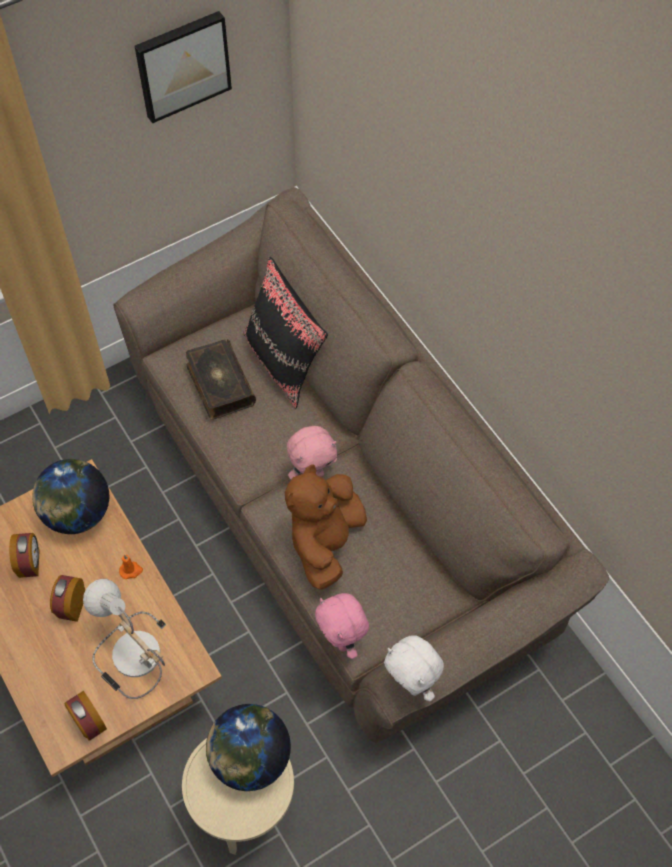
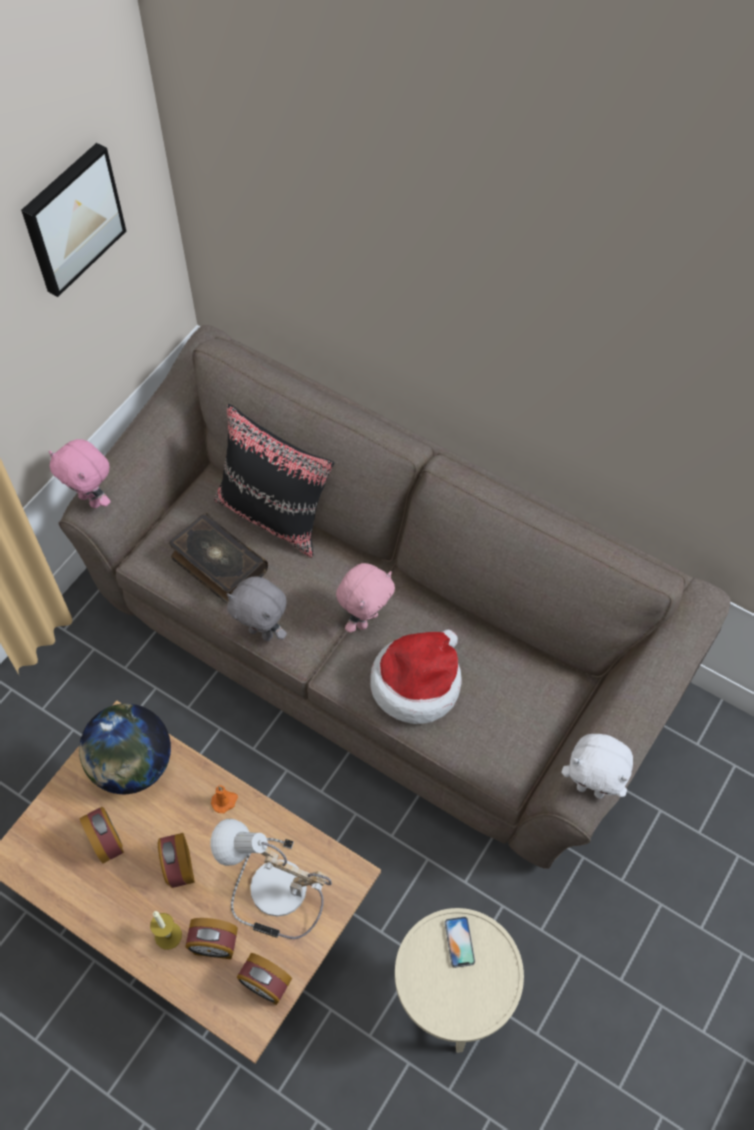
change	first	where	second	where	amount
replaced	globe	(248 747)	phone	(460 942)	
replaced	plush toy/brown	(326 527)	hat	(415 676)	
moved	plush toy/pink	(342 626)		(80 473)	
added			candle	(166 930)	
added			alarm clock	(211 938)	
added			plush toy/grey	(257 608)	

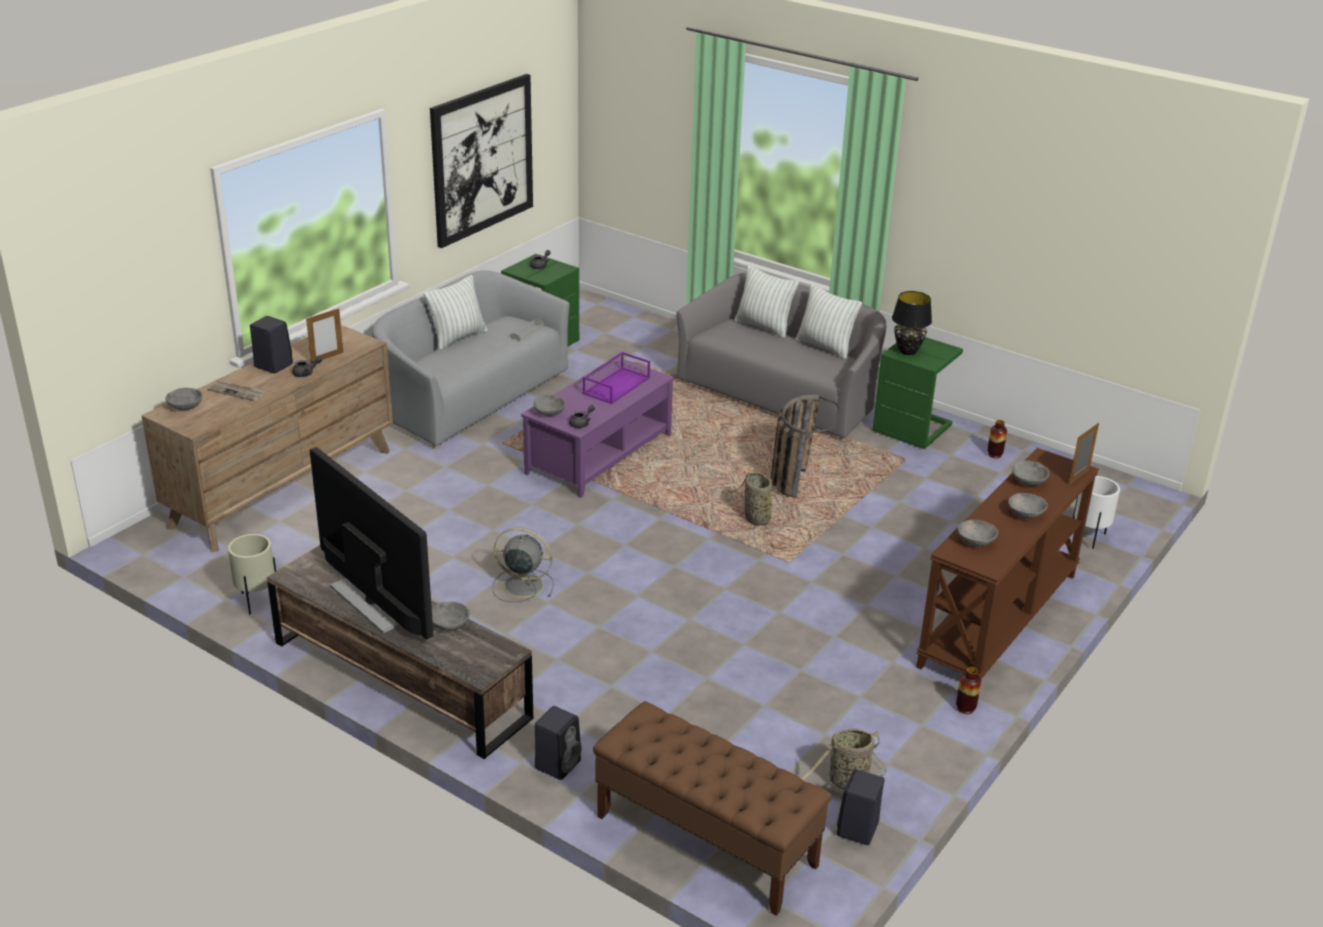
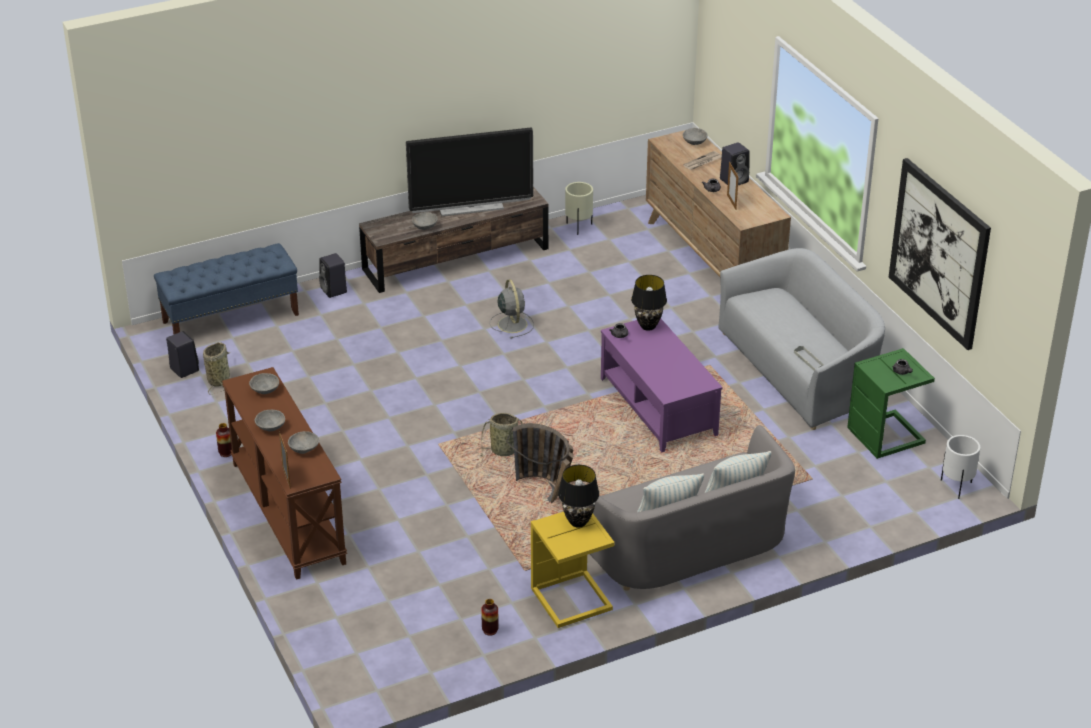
change	first	where	second	where	amount
removed	pillow	(456 312)			
turned	fan/grey	(523 565)		(512 309)	60 degrees counterclockwise
replaced	bowl/grey	(549 405)	table lamp/black	(649 303)	
removed	tray/purple	(616 378)			
recoloured	bench/brown	(712 808)	bench/blue	(226 288)	
recoloured	side table/green	(918 393)	side table/yellow	(573 570)	
moved	planter/white	(1096 512)		(960 467)	

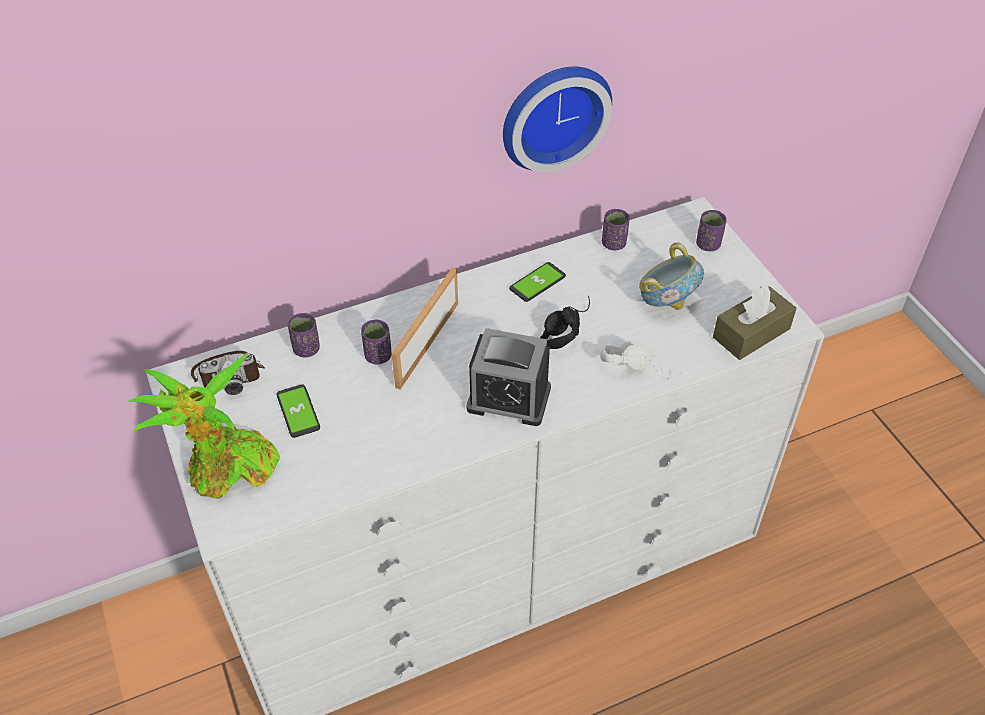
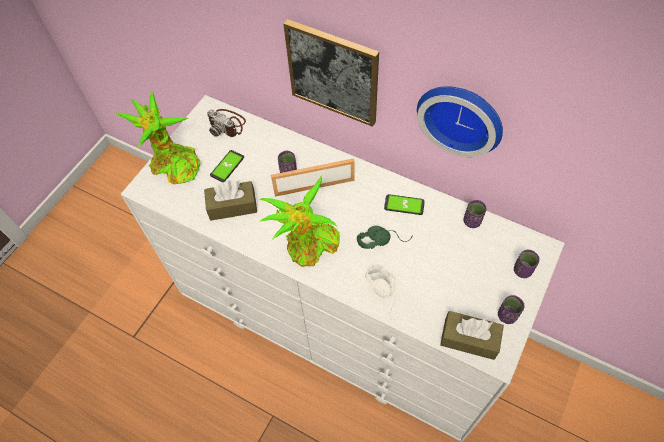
change	first	where	second	where	amount
moved	cup/purple	(304 335)		(511 309)	
replaced	alarm clock	(508 377)	potted plant	(299 221)	
recoloured	headphones/black	(565 322)	headphones/green	(385 237)	
removed	bowl	(671 276)			
added			tissue box/brown	(230 200)	
added			picture	(331 73)	

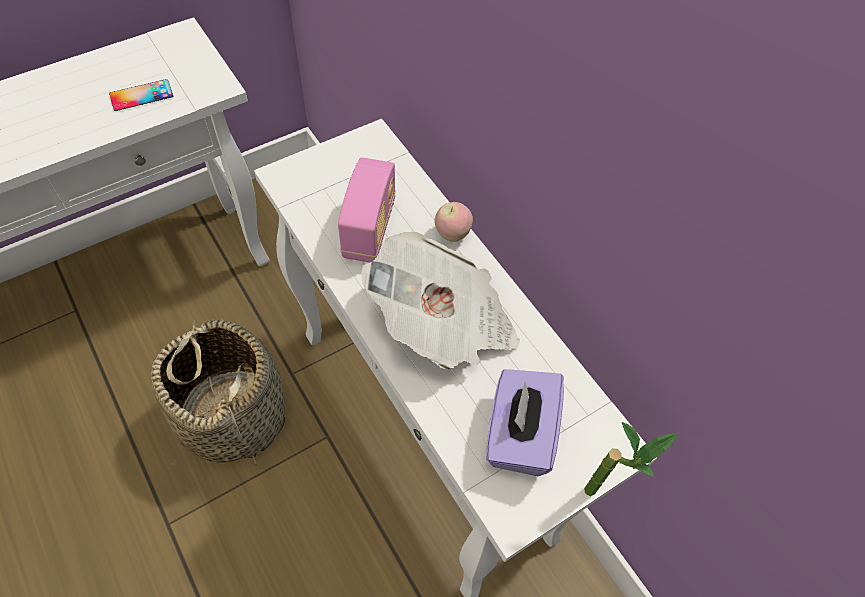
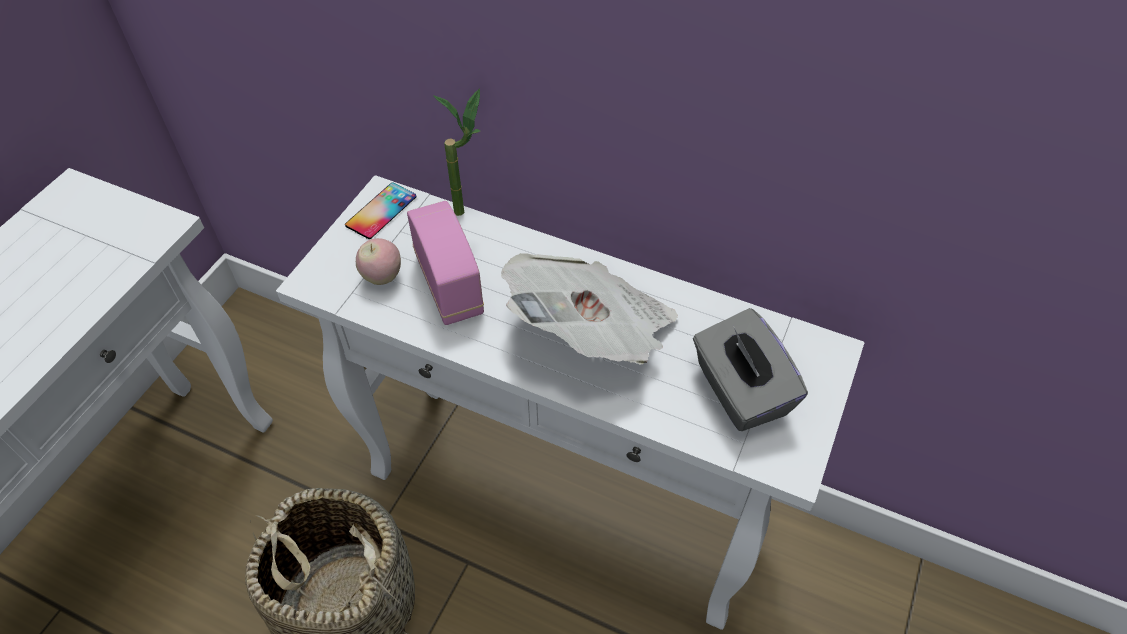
change	first	where	second	where	amount
moved	phone	(141 95)		(381 211)	
moved	apple	(453 222)		(378 261)	
recoloured	tissue box/purple	(525 422)	tissue box/grey	(750 369)	
moved	potted plant	(631 459)		(456 152)	

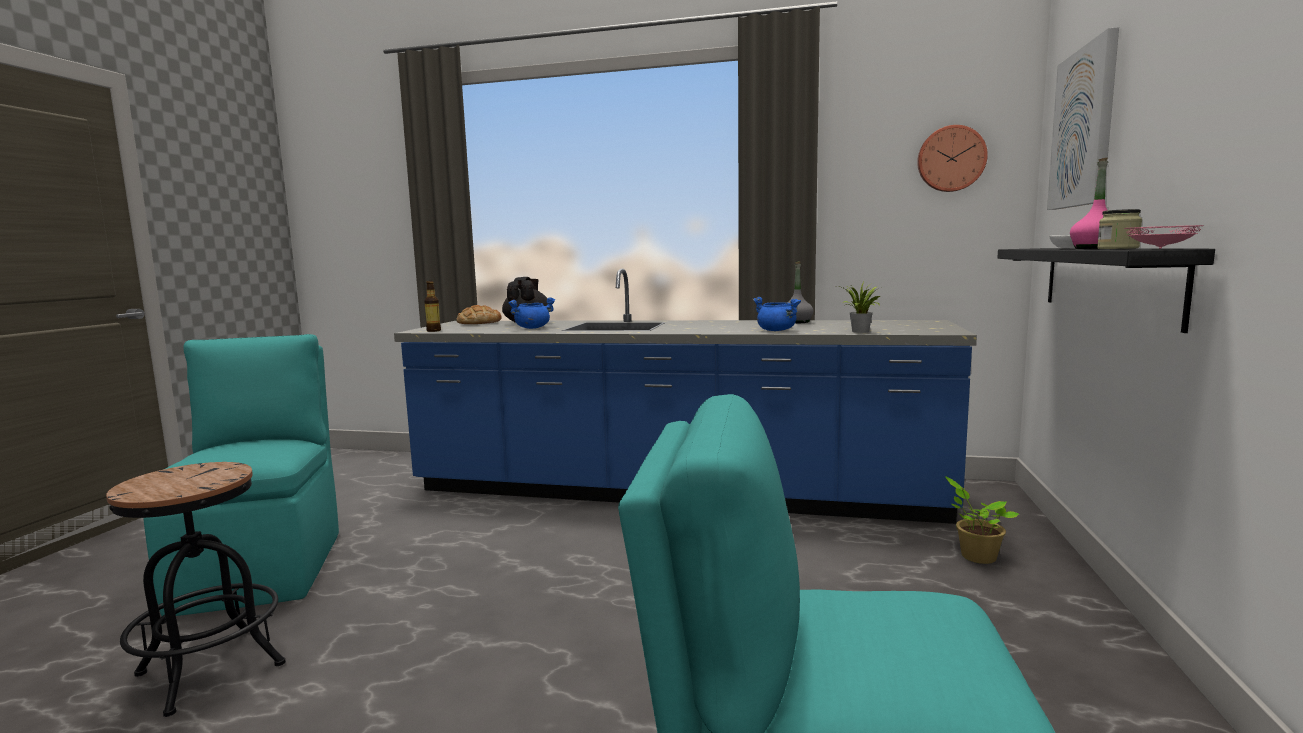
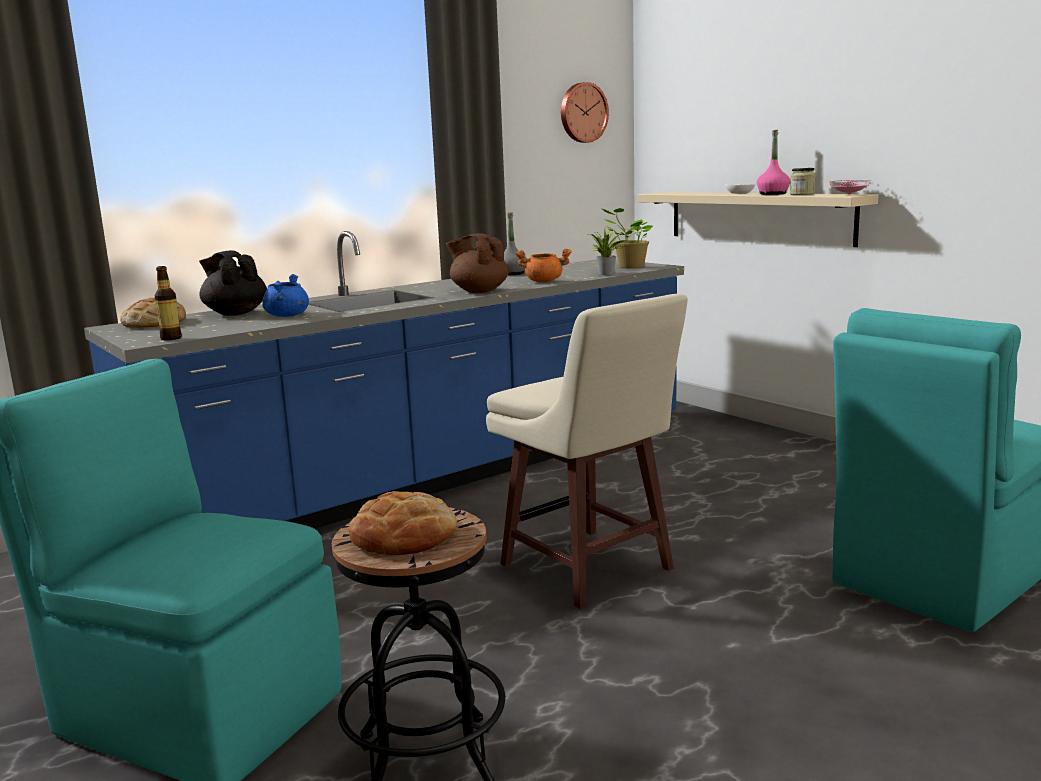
change	first	where	second	where	amount
recoloured	cooking pot/blue	(777 314)	cooking pot/orange	(544 266)	
moved	potted plant	(982 520)		(627 238)	
recoloured	shelf/black	(1106 290)	shelf/beige	(758 219)	
removed	picture	(1083 118)			
added			bread	(403 523)	
added			teapot/brown	(477 263)	
added			stool/beige	(587 451)	

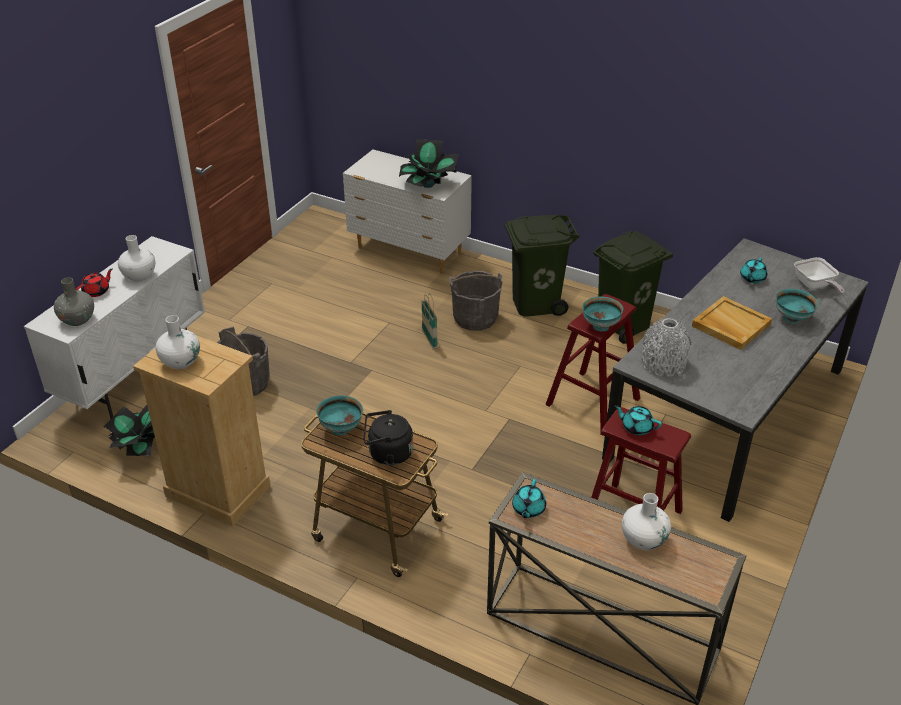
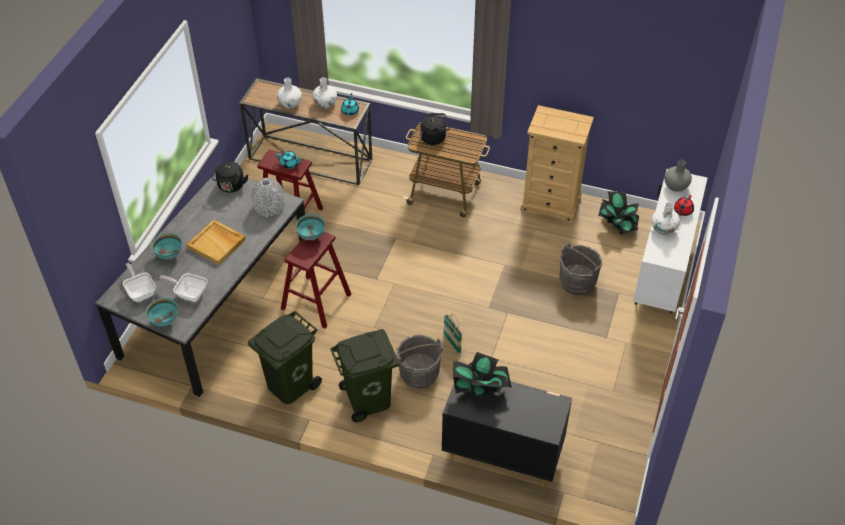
change	first	where	second	where	amount
moved	vase/white	(177 342)		(324 92)	
moved	bowl/turquoise	(339 415)		(161 312)	
recoloured	dresser/white	(407 212)	dresser/black	(507 434)	
replaced	teapot/turquoise	(753 270)	frying pan	(184 287)	
added			kettle/black	(230 177)	

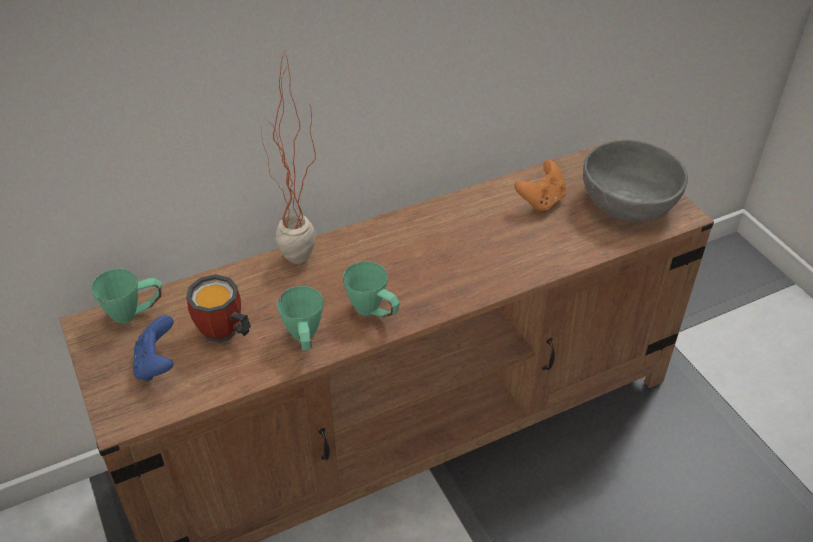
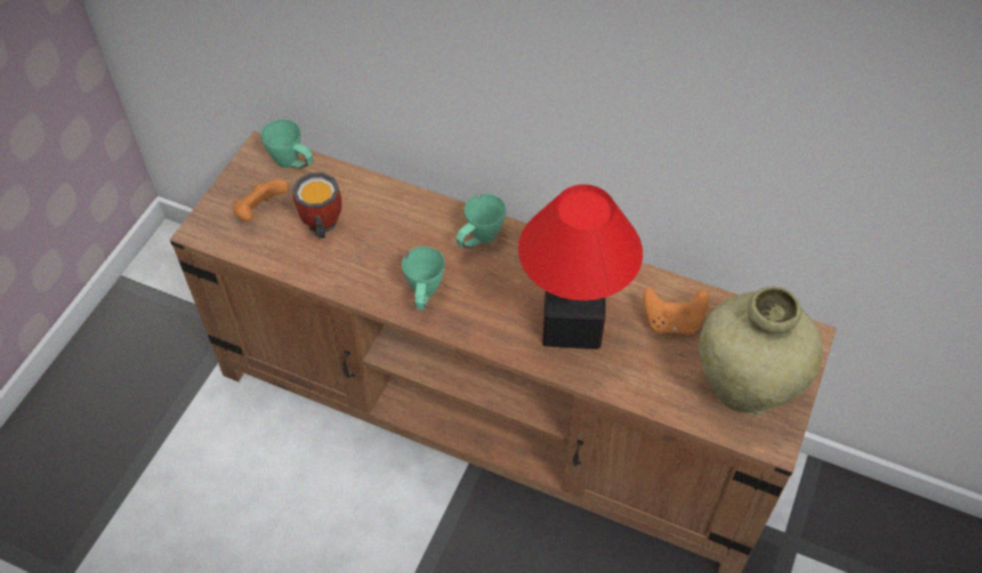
change	first	where	second	where	amount
recoloured	game controller/blue	(153 348)	game controller/orange	(261 200)	
removed	potted plant	(288 159)			
moved	mug/green	(300 318)		(481 221)	
replaced	bowl/grey	(635 180)	vase/beige	(761 351)	
added			table lamp	(580 266)	

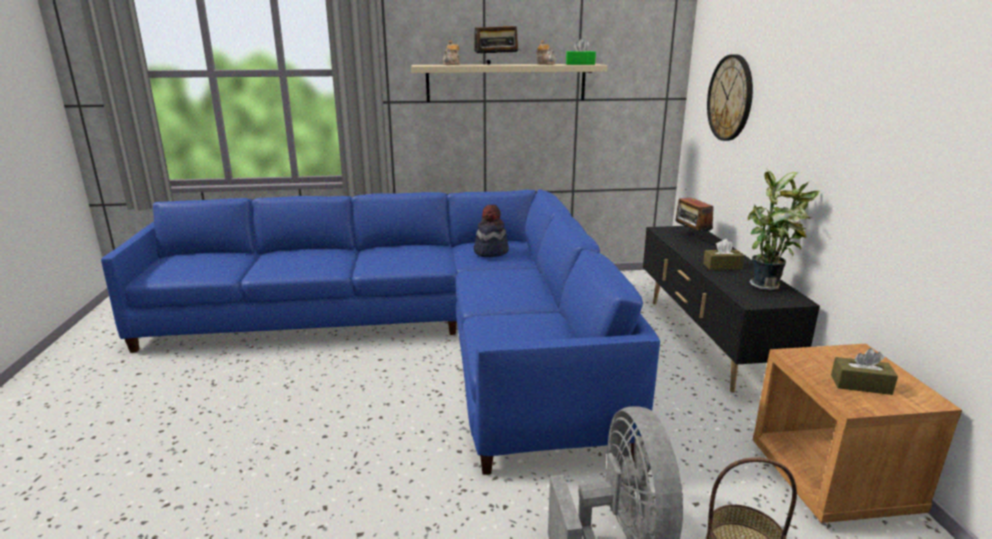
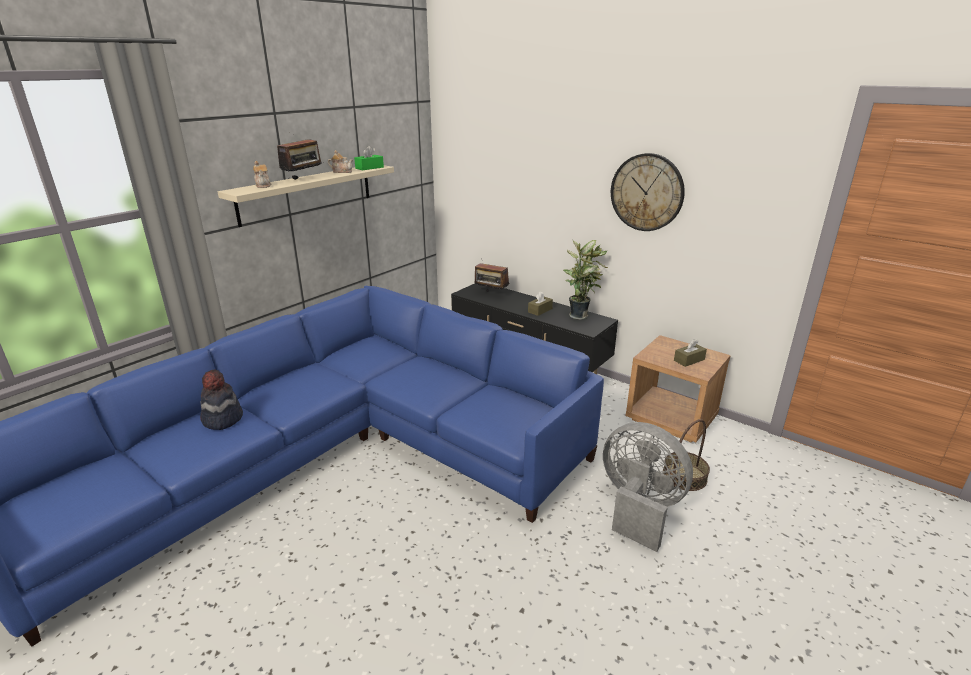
change	first	where	second	where	amount
moved	hat	(491 230)		(221 400)	
moved	wall clock	(730 97)		(648 192)	

